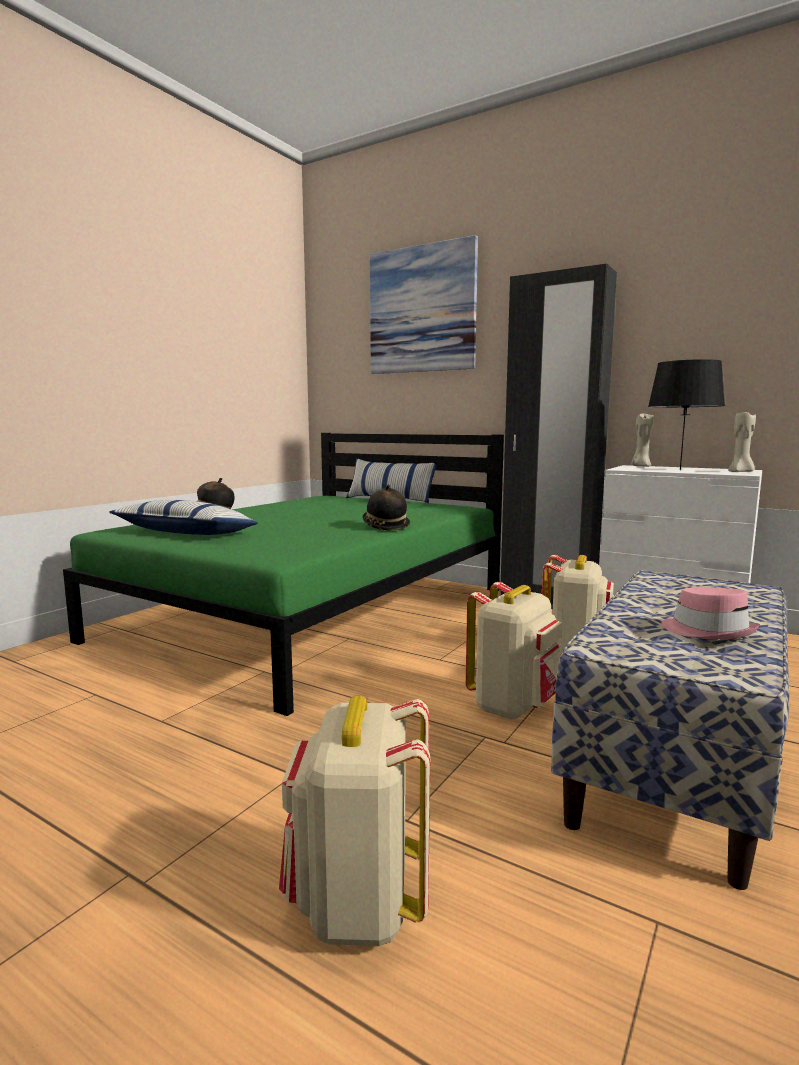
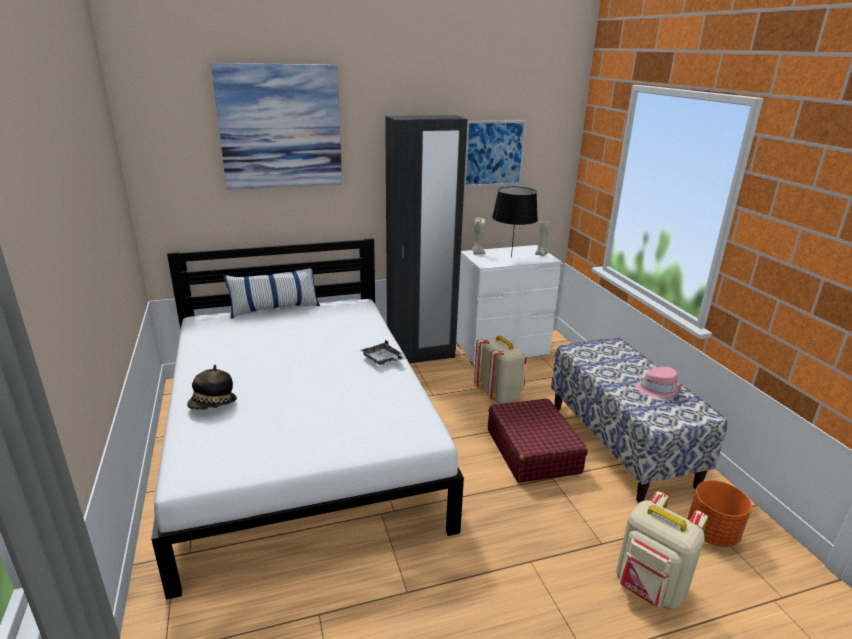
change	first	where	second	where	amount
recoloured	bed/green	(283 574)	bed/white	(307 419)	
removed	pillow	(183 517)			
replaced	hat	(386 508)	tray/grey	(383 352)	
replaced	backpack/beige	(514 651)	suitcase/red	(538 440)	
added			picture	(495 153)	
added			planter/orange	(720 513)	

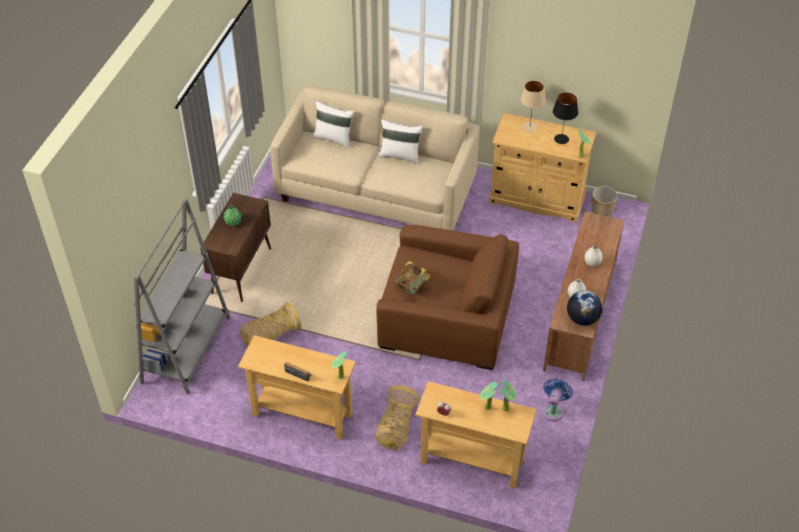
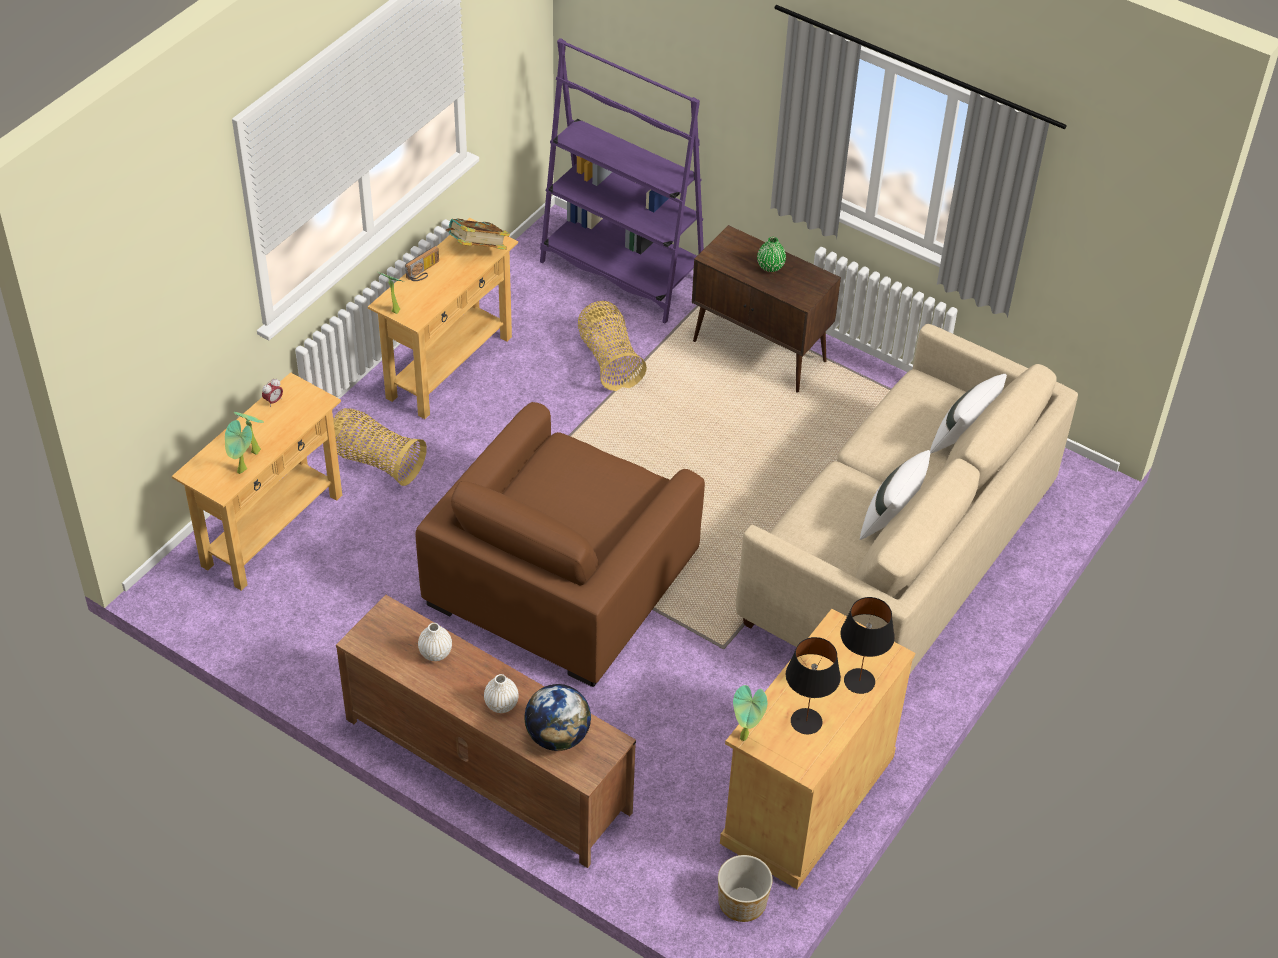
change	first	where	second	where	amount
recoloured	bookcase/grey	(182 296)	bookcase/purple	(622 180)	
moved	book	(412 277)		(477 234)	
recoloured	table lamp/beige	(533 106)	table lamp/black	(867 645)	
removed	fan/blue	(557 400)			
moved	globe	(585 308)		(557 717)	

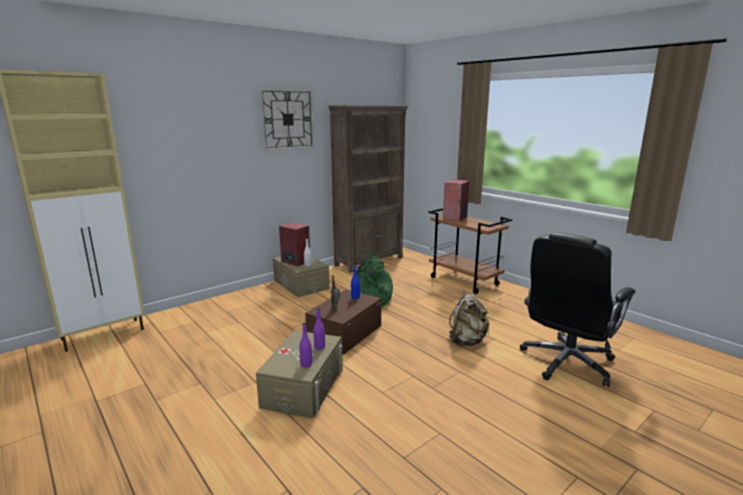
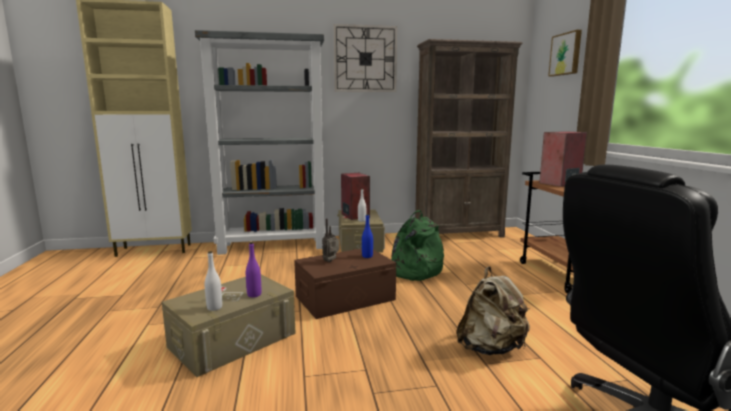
change	first	where	second	where	amount
recoloured	bottle/purple	(305 345)	bottle/white	(213 281)	
added			bookcase/grey	(260 142)	
added			picture	(565 53)	

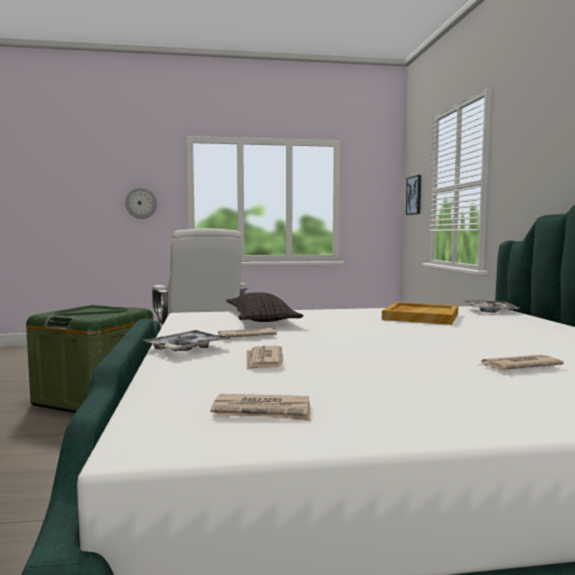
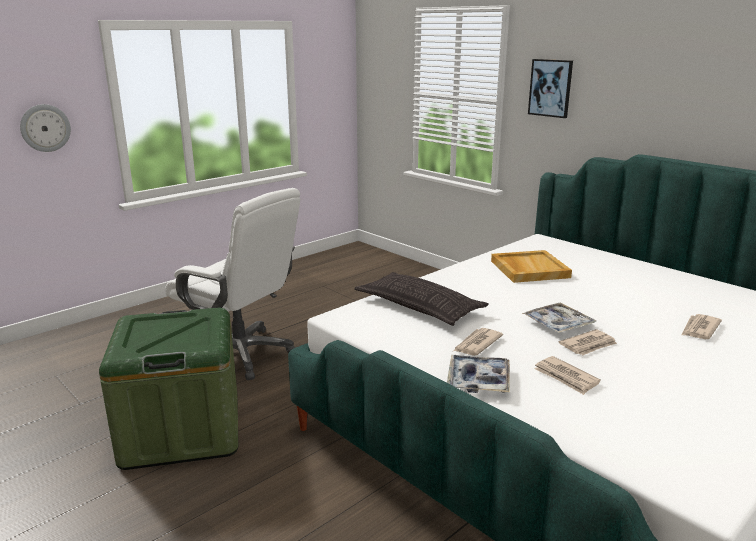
change	first	where	second	where	amount
moved	newspaper	(260 407)		(588 342)	
moved	picture	(413 195)		(550 88)	
moved	tray	(491 306)		(559 317)	

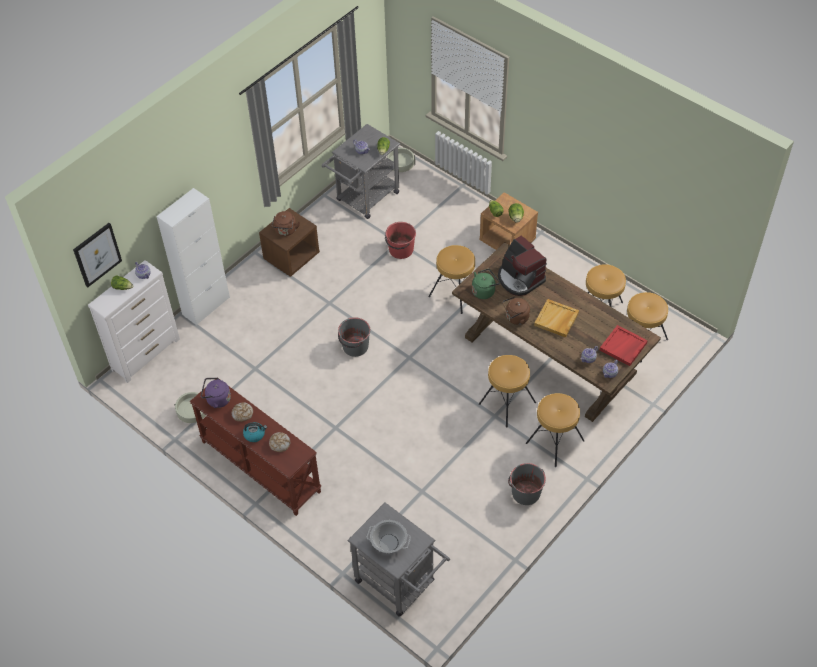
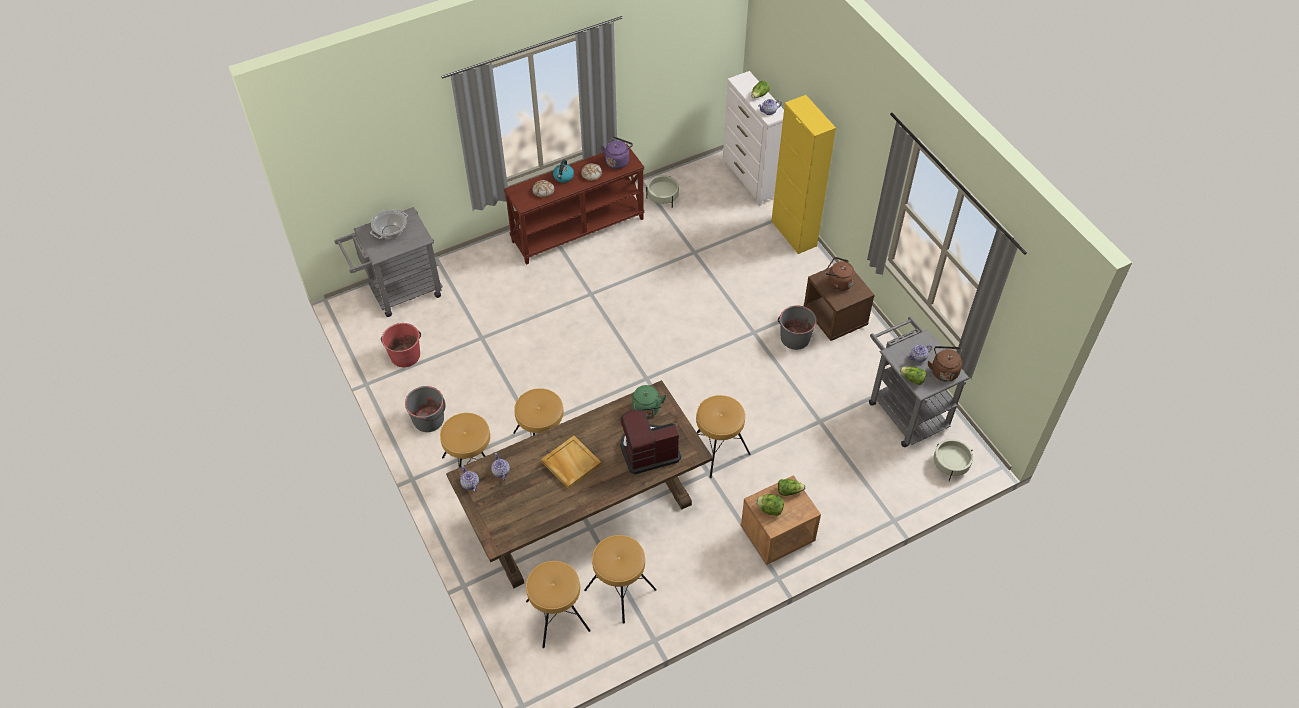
change	first	where	second	where	amount
removed	picture	(97 255)			
recoloured	cabinet/white	(193 256)	cabinet/yellow	(803 174)	
moved	bucket/grey	(354 337)		(797 328)	
moved	bucket/red	(400 240)		(401 345)	
moved	kettle/brown	(516 310)		(945 364)	
removed	tray/red	(624 345)			

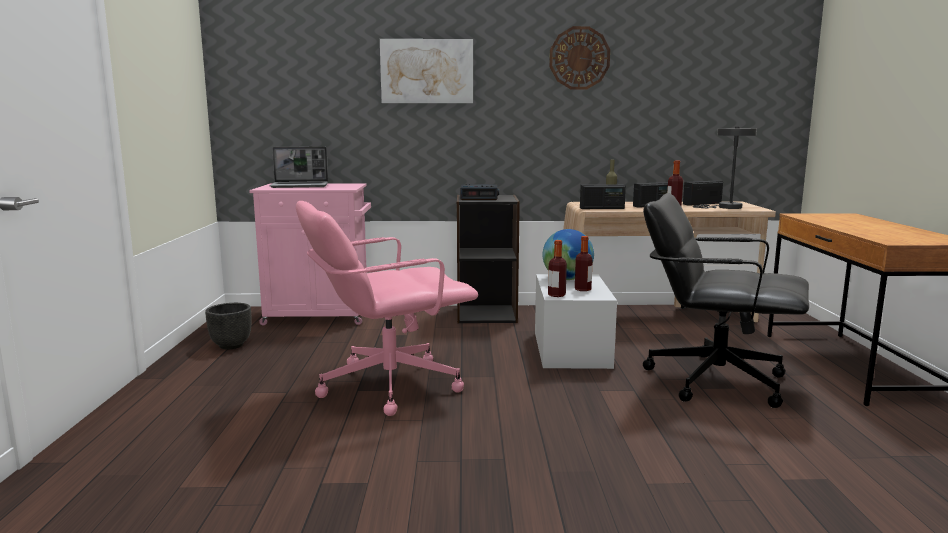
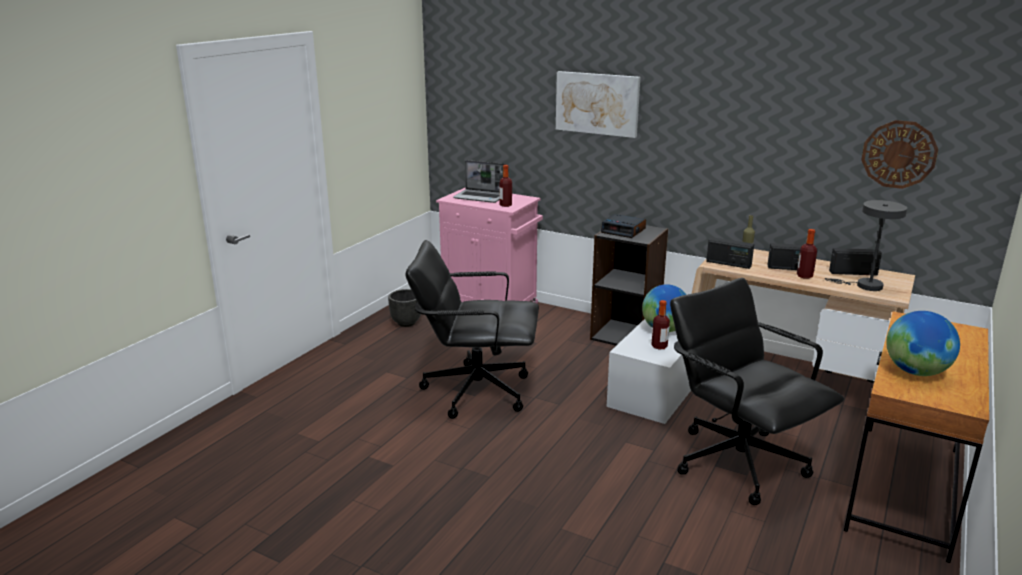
change	first	where	second	where	amount
recoloured	office chair/pink	(387 308)	office chair/black	(472 329)	
moved	bottle	(557 268)		(505 186)	
moved	wall clock	(579 58)		(899 154)	
added			globe	(923 343)	

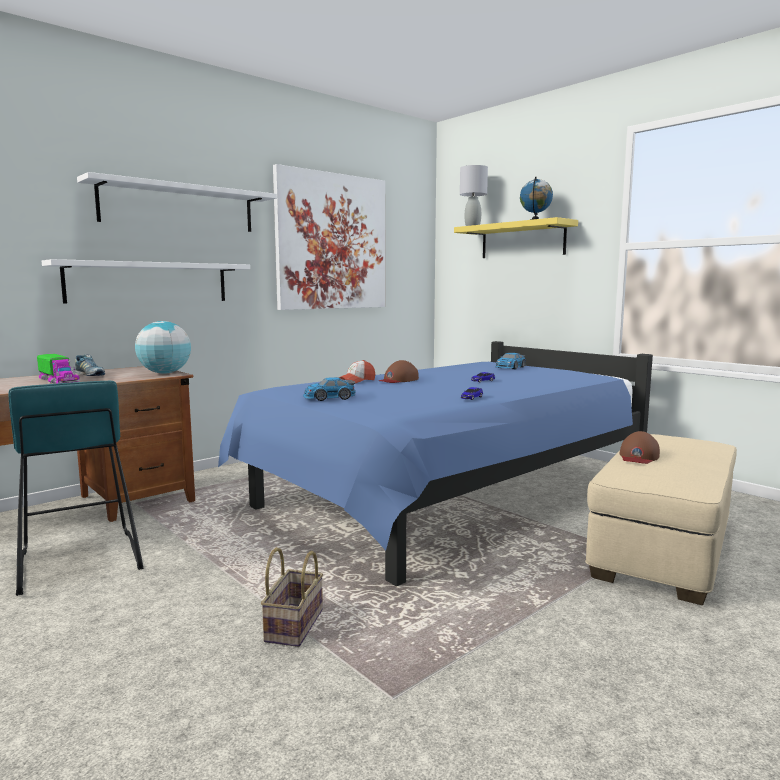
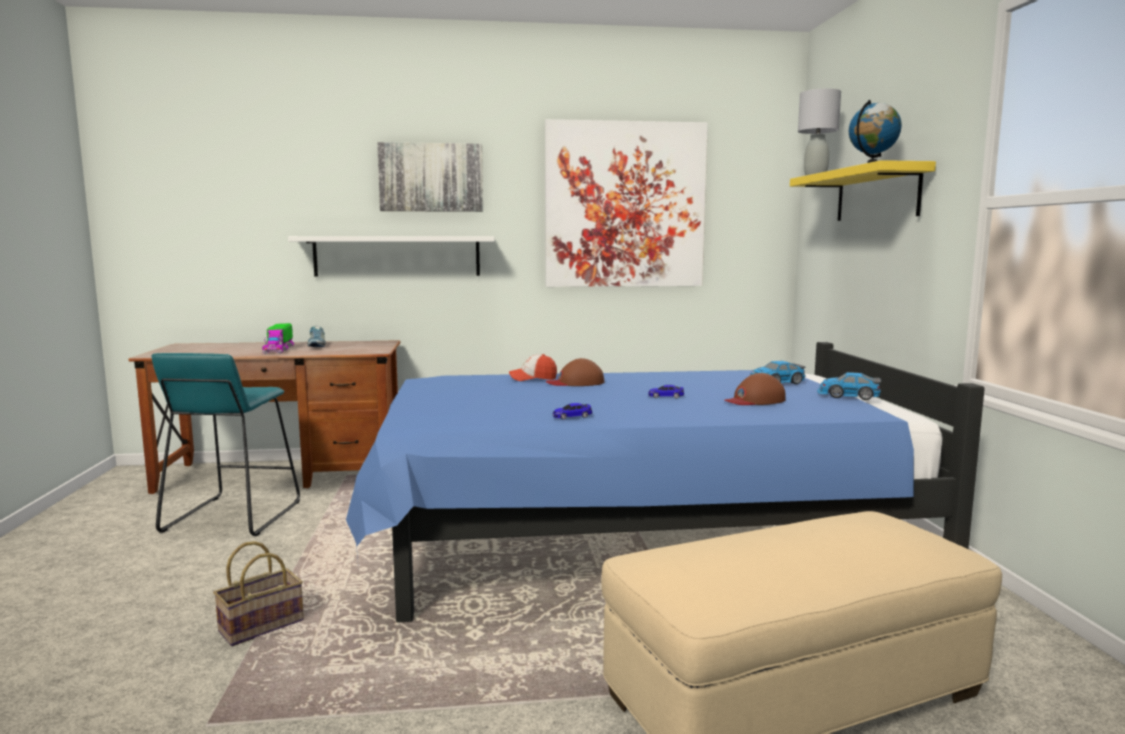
change	first	where	second	where	amount
replaced	shelf/white	(177 202)	picture	(430 177)	
removed	globe	(163 347)			
moved	toy car	(329 389)		(849 386)	
moved	cap/brown	(640 447)		(755 389)	

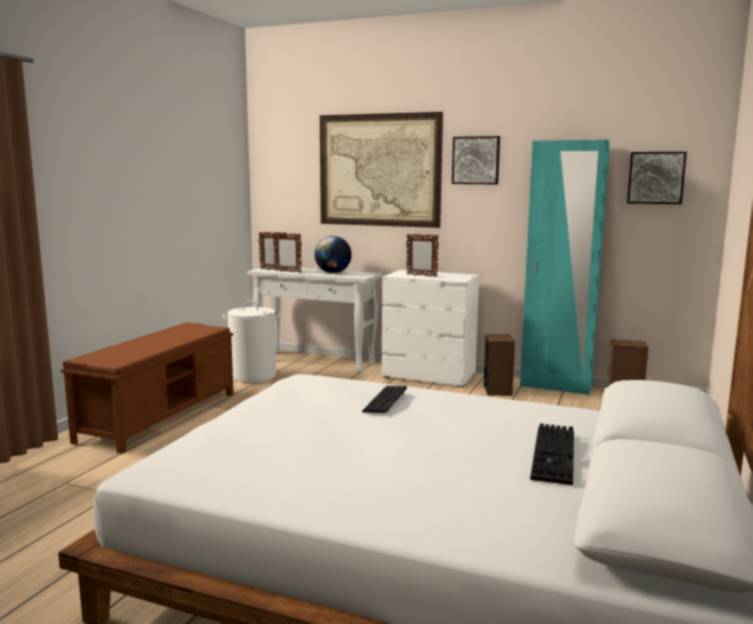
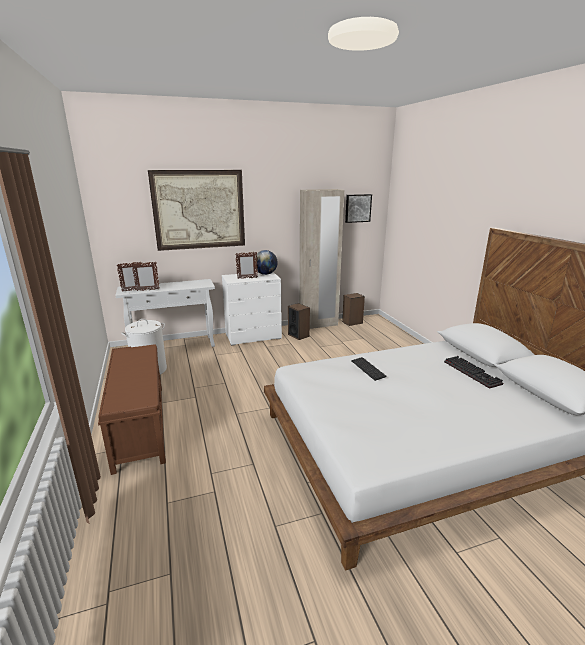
change	first	where	second	where	amount
moved	globe	(333 254)		(266 262)	
removed	picture	(476 160)			
recoloured	wardrobe/turquoise	(565 267)	wardrobe/beige	(321 259)	

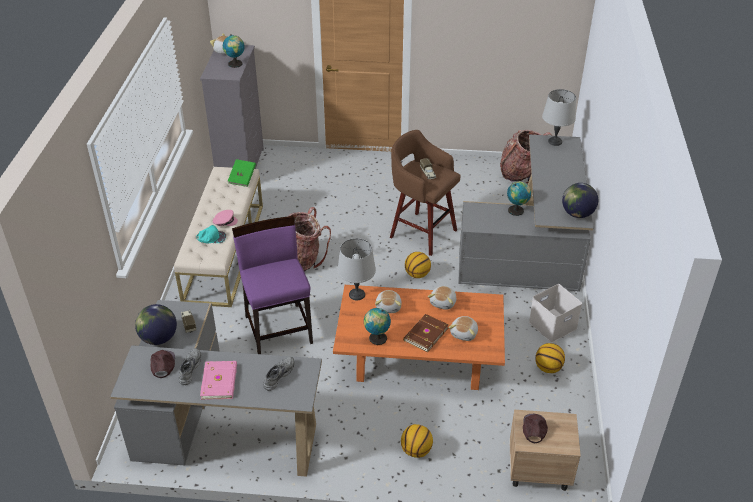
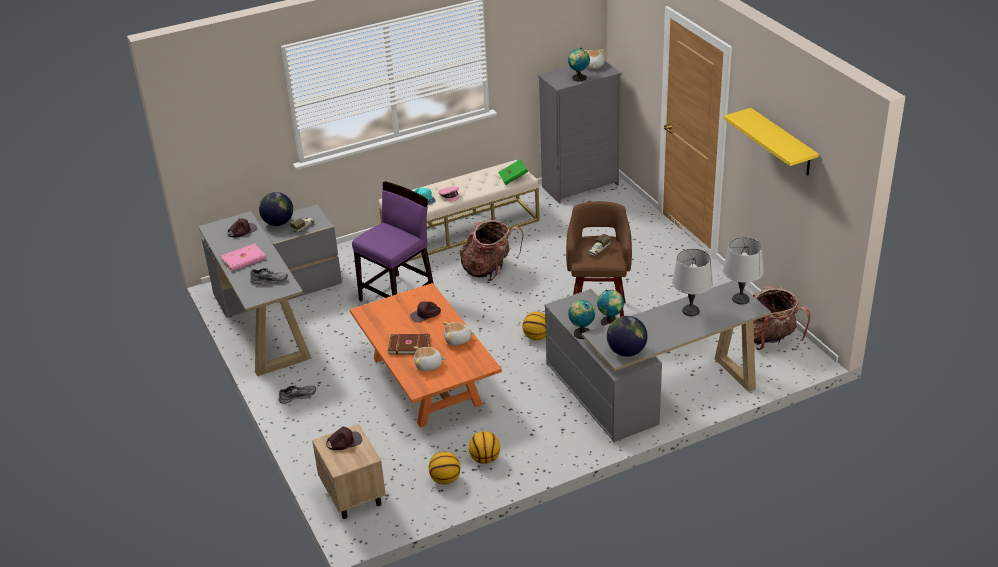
change	first	where	second	where	amount
moved	shoe/grey	(189 366)		(297 394)	
moved	table lamp/grey	(356 269)		(692 282)	
moved	globe	(377 326)		(581 319)	
replaced	plush toy	(388 301)	cap/brown	(425 311)	
moved	basketball	(417 441)		(444 468)	
removed	storage box/white	(555 313)			
added			shelf/yellow	(771 141)	

